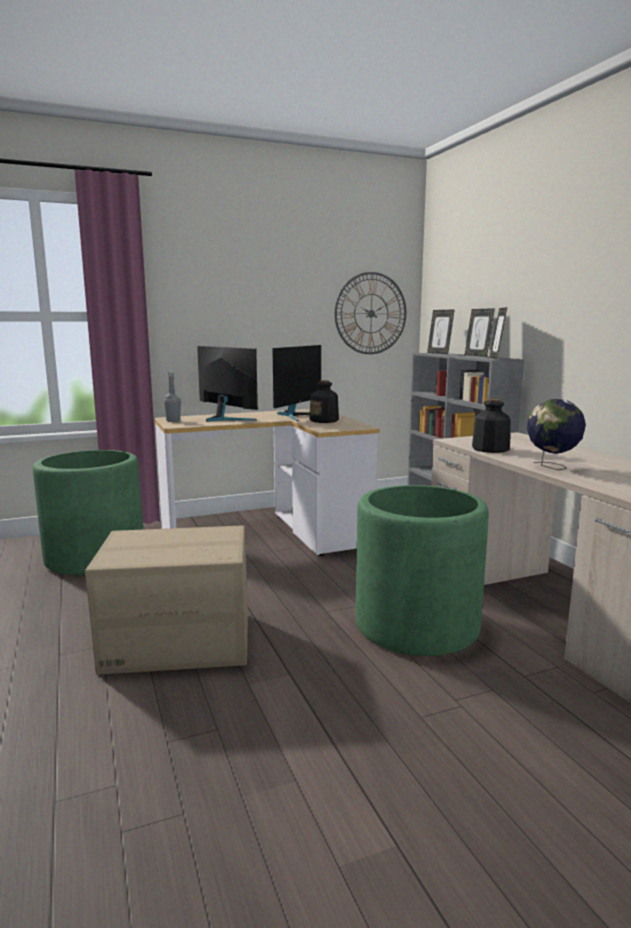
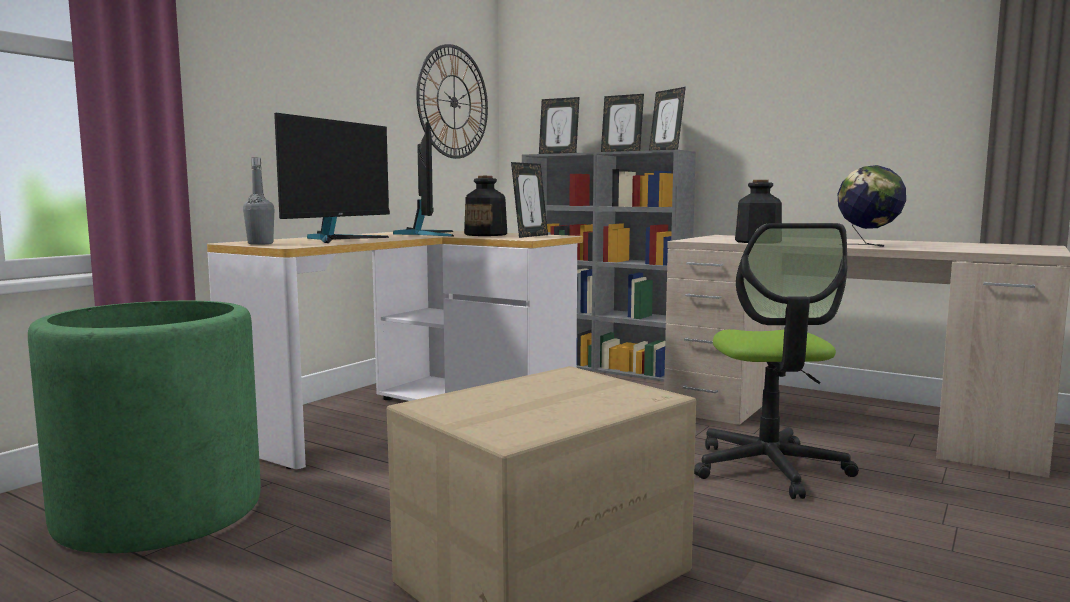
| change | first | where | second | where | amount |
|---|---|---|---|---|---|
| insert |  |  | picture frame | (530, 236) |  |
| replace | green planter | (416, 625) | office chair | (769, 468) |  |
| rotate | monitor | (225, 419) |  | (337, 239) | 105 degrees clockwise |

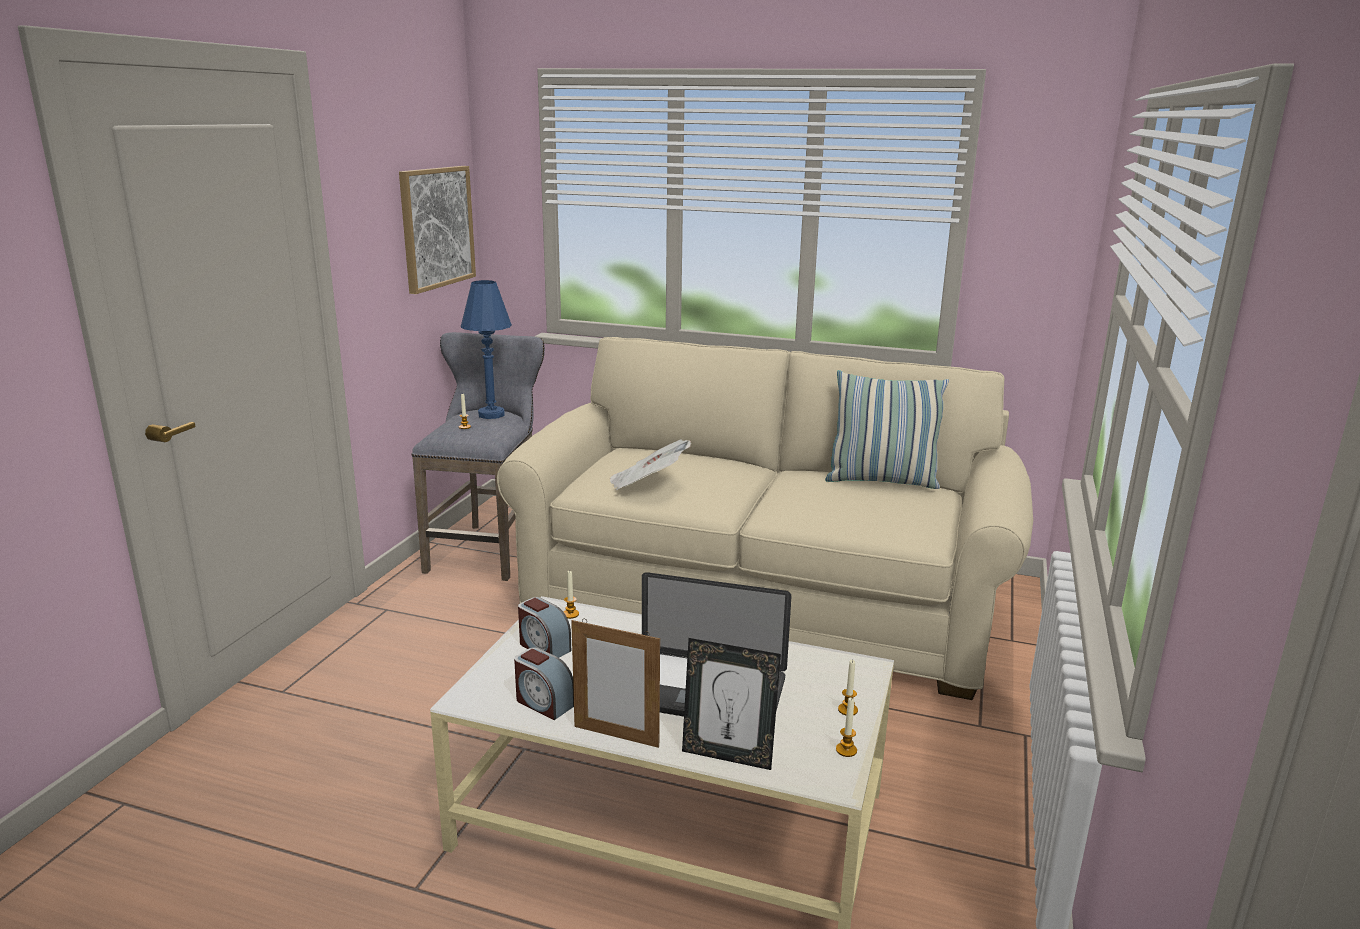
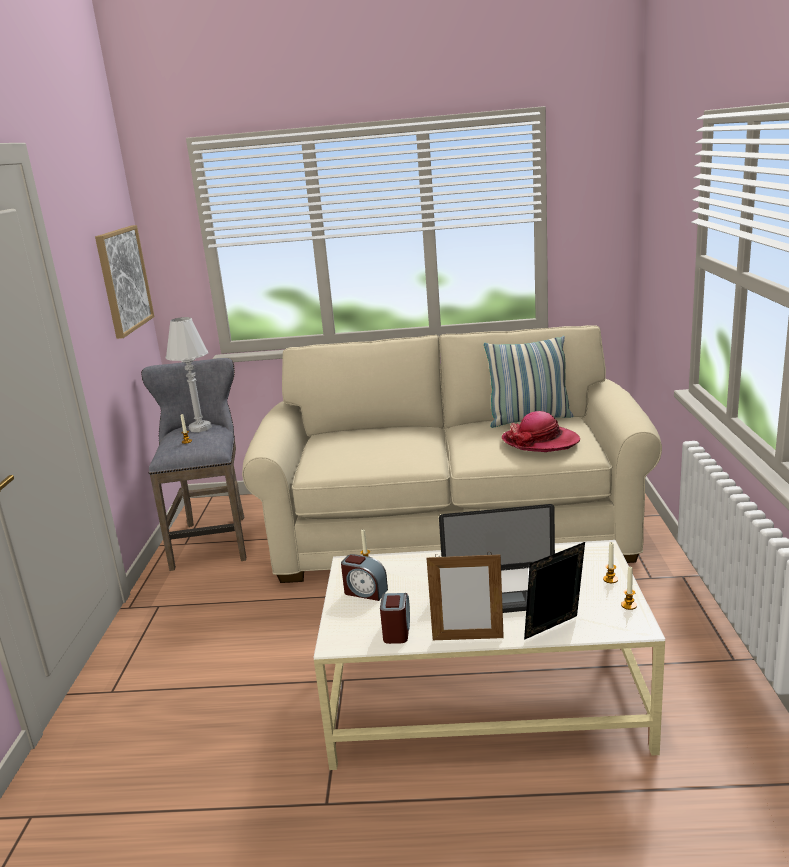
| change | first | where | second | where | amount |
|---|---|---|---|---|---|
| delete | newspaper | (647, 485) |  |  |  |
| insert |  |  | hat | (540, 441) |  |
| recolor | blue table lamp | (491, 415) | white table lamp | (200, 428) |  |
| rotate | alarm clock | (543, 703) |  | (397, 630) | 105 degrees counterclockwise |
| rotate | picture frame | (727, 755) |  | (554, 630) | 150 degrees clockwise |

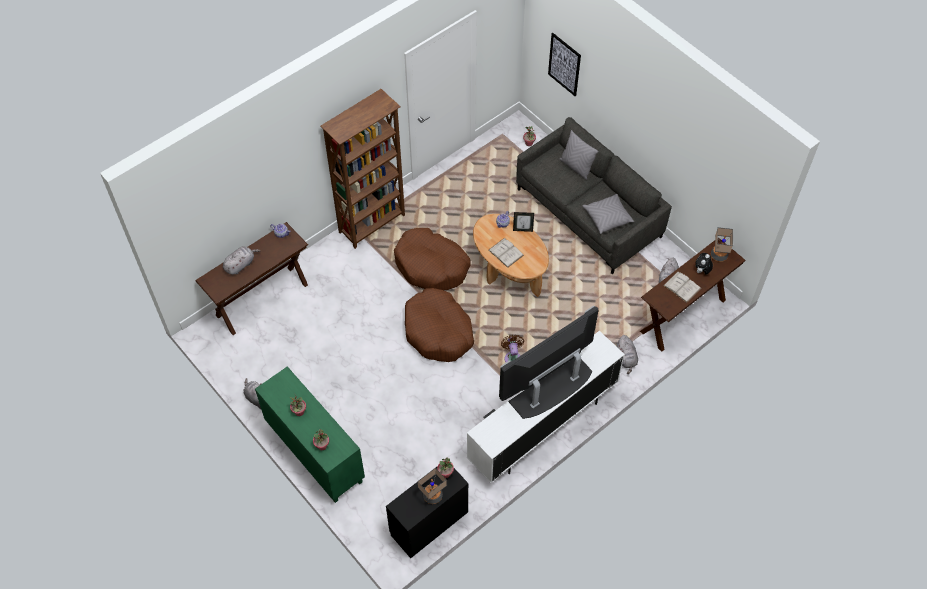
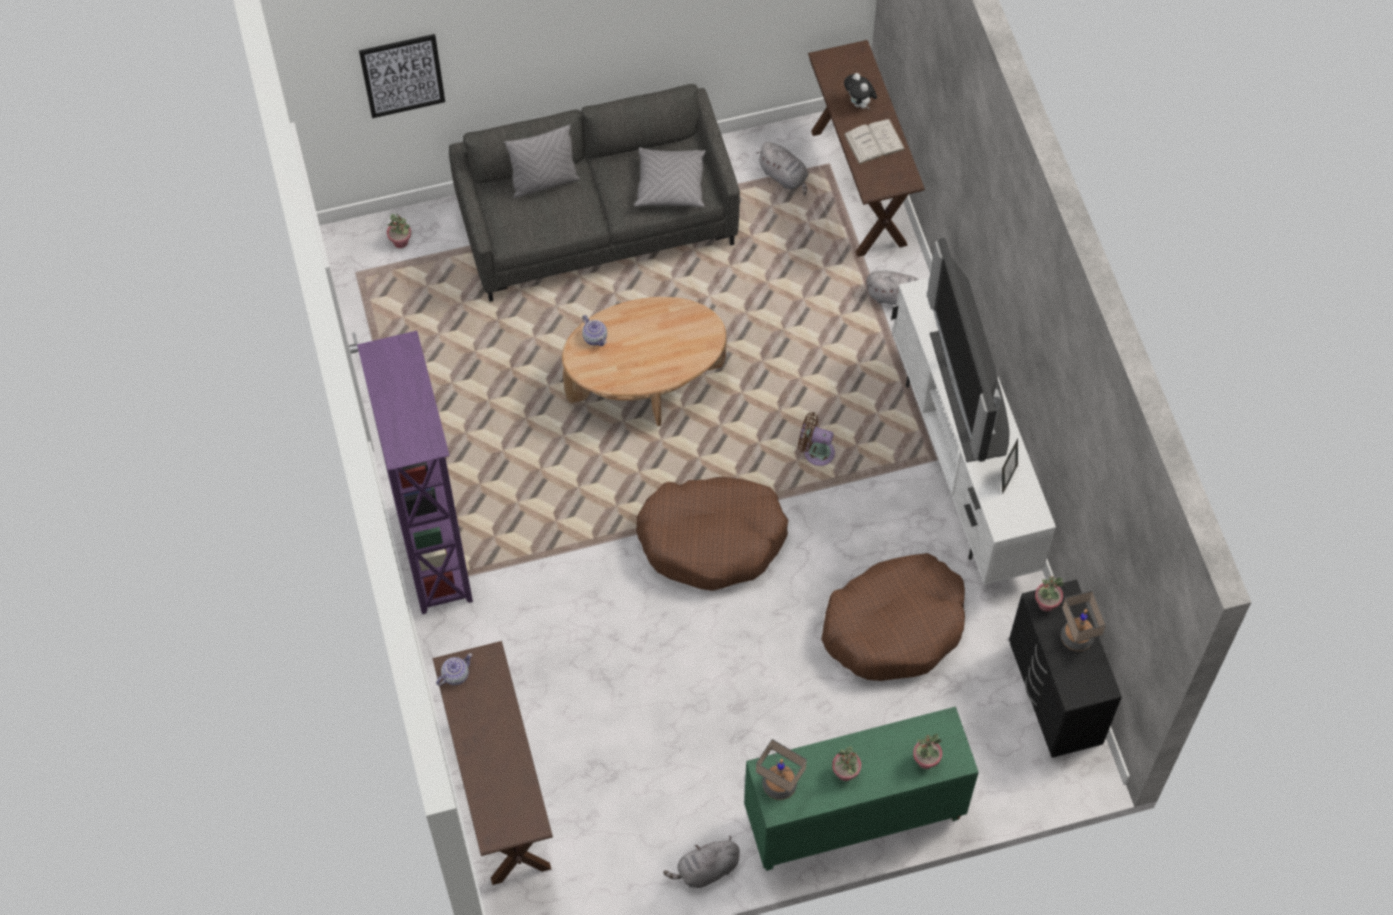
| change | first | where | second | where | amount |
|---|---|---|---|---|---|
| delete | grey plush toy | (240, 264) |  |  |  |
| delete | white book | (505, 252) |  |  |  |
| move | brown dog bed | (431, 266) |  | (894, 625) |  |
| move | picture frame | (523, 229) |  | (1007, 478) |  |
| move | table lamp | (719, 255) |  | (779, 784) |  |
| recolor | brown bookcase | (373, 224) | purple bookcase | (435, 552) |  |

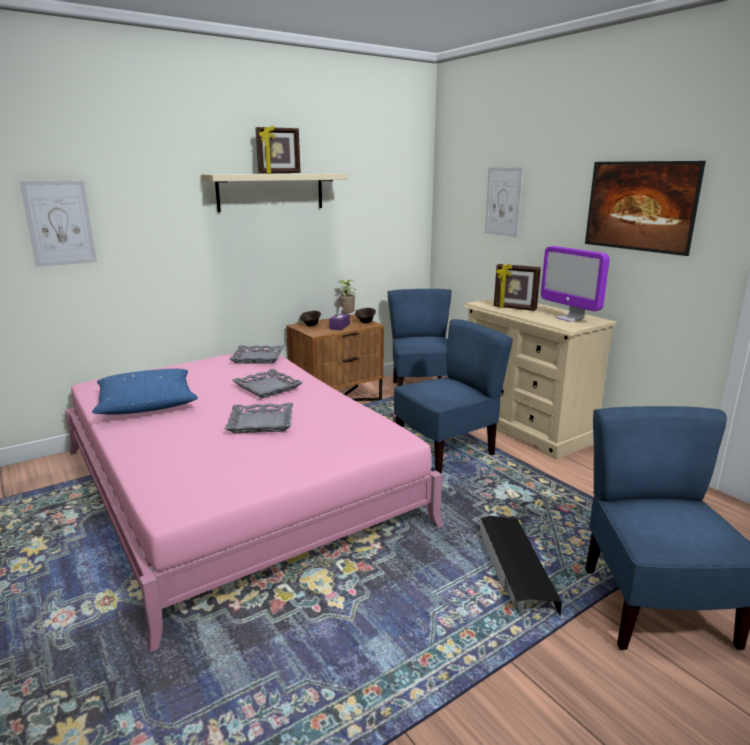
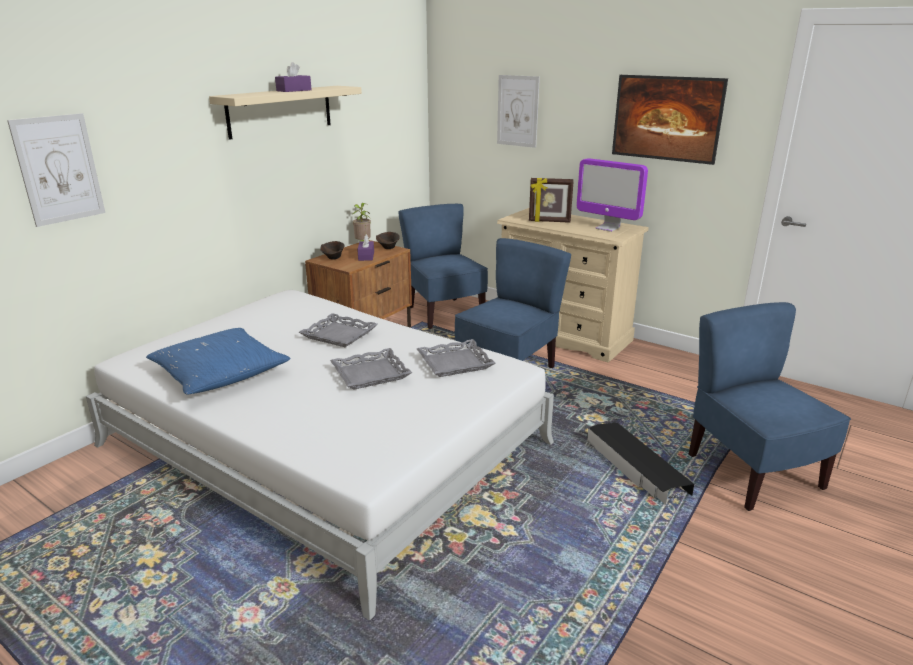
| change | first | where | second | where | amount |
|---|---|---|---|---|---|
| move | grey tray | (257, 358) |  | (455, 363) |  |
| replace | picture frame | (279, 173) | purple tissue box | (294, 90) |  |
| recolor | pink bed | (235, 485) | white bed | (325, 444) |  |

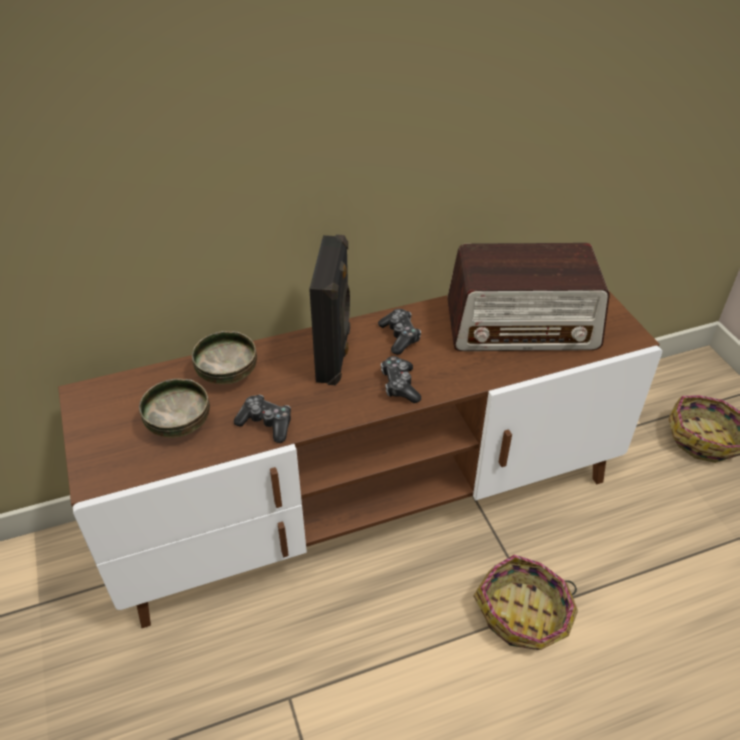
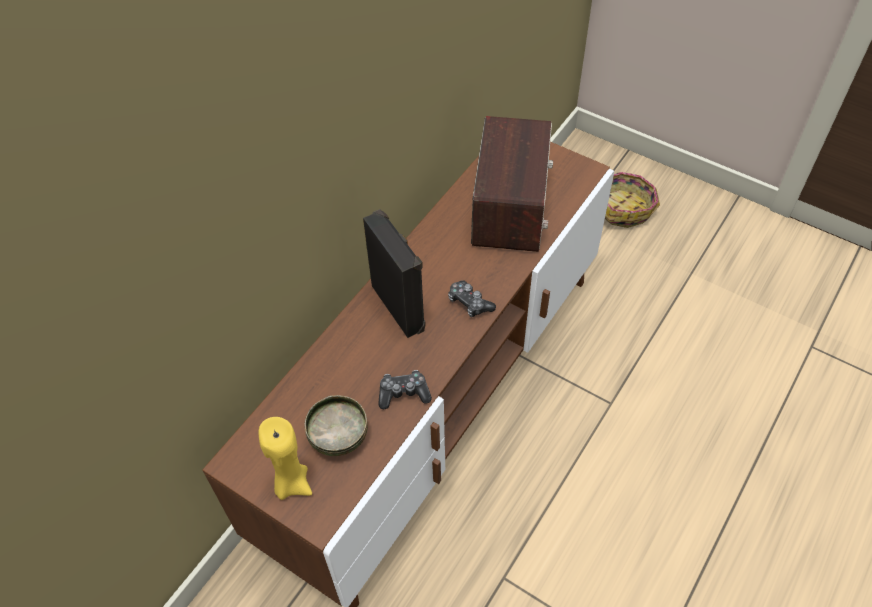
| change | first | where | second | where | amount |
|---|---|---|---|---|---|
| delete | bowl | (228, 373) |  |  |  |
| delete | game controller | (400, 336) |  |  |  |
| delete | basket | (524, 613) |  |  |  |
| insert |  |  | yellow candle | (291, 483) |  |
| rotate | radio | (522, 326) |  | (510, 203) | 45 degrees counterclockwise |

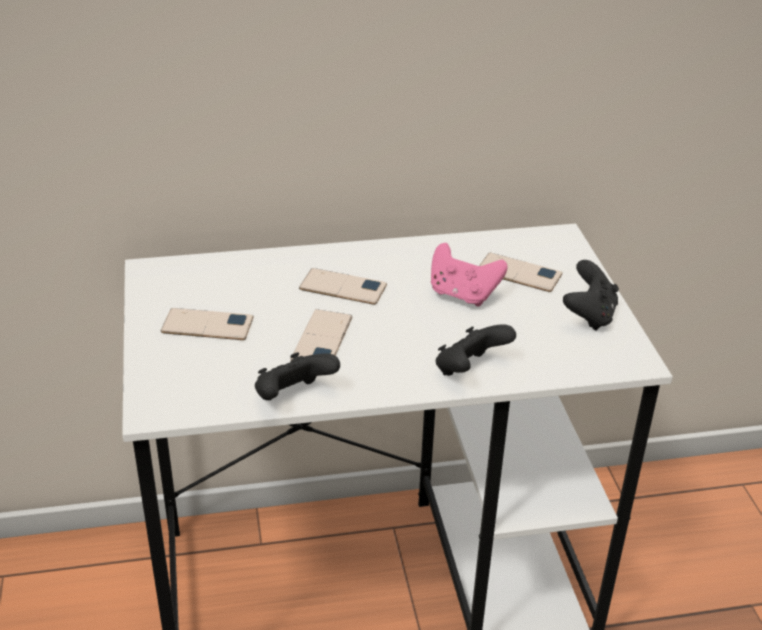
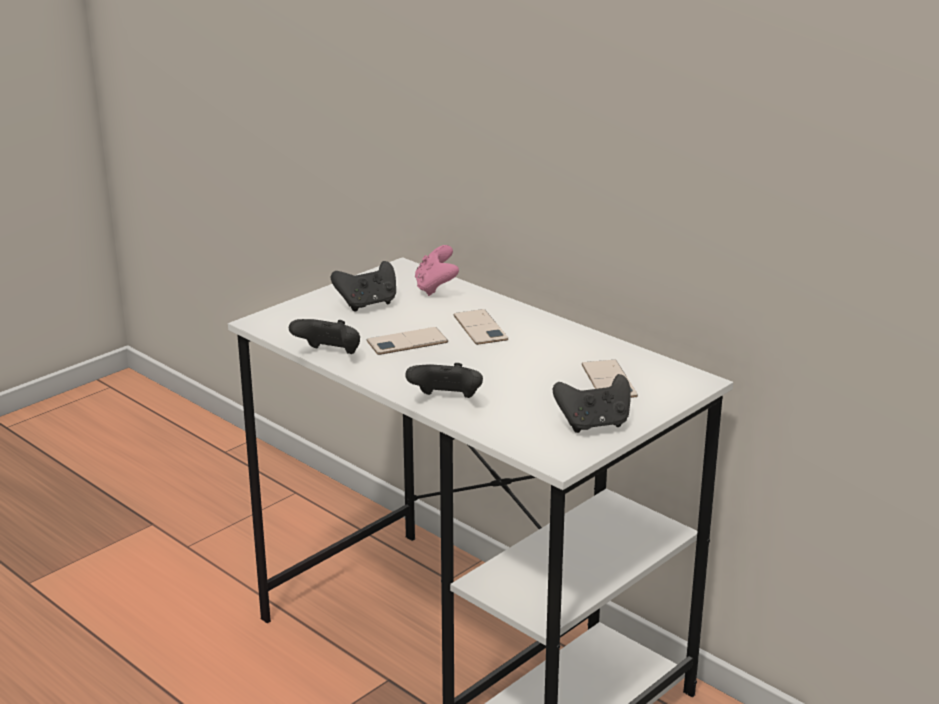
| change | first | where | second | where | amount |
|---|---|---|---|---|---|
| move | pink game controller | (463, 295) |  | (436, 288) |  |
| replace | phone | (207, 325) | black game controller | (367, 304) |  |

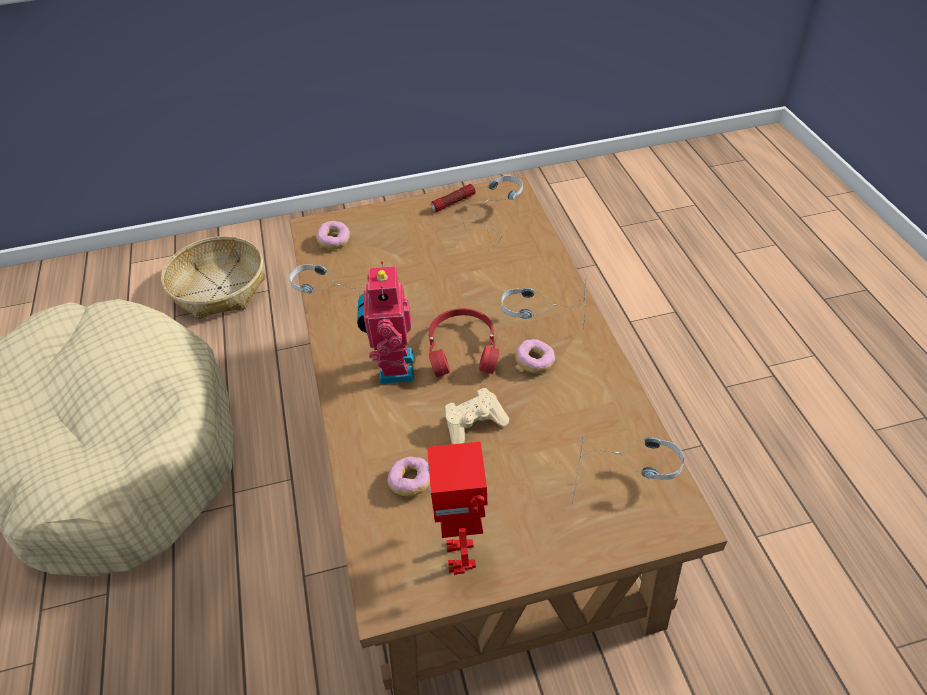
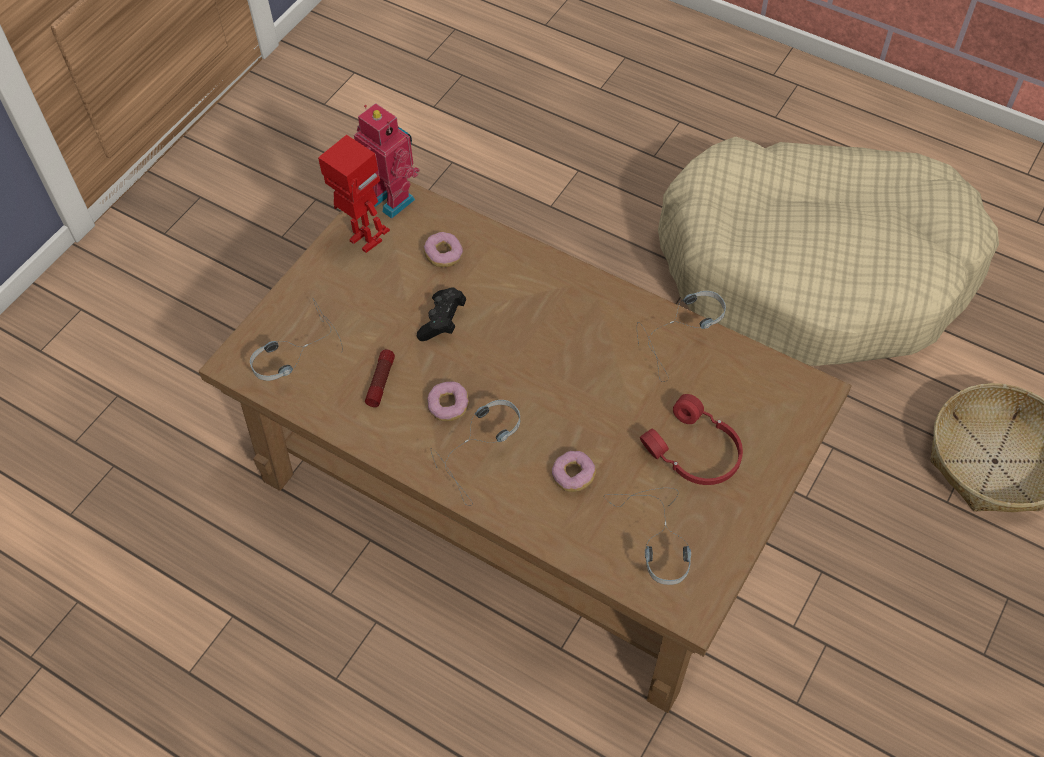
| change | first | where | second | where | amount |
|---|---|---|---|---|---|
| move | donut | (334, 241) |  | (573, 476) |  |
| move | toy robot | (393, 368) |  | (393, 198) |  |
| move | red headphones | (463, 349) |  | (694, 452) |  |
| move | flashlight | (453, 203) |  | (381, 382) |  |
| recolor | beige game controller | (474, 425) | black game controller | (442, 322) |  |

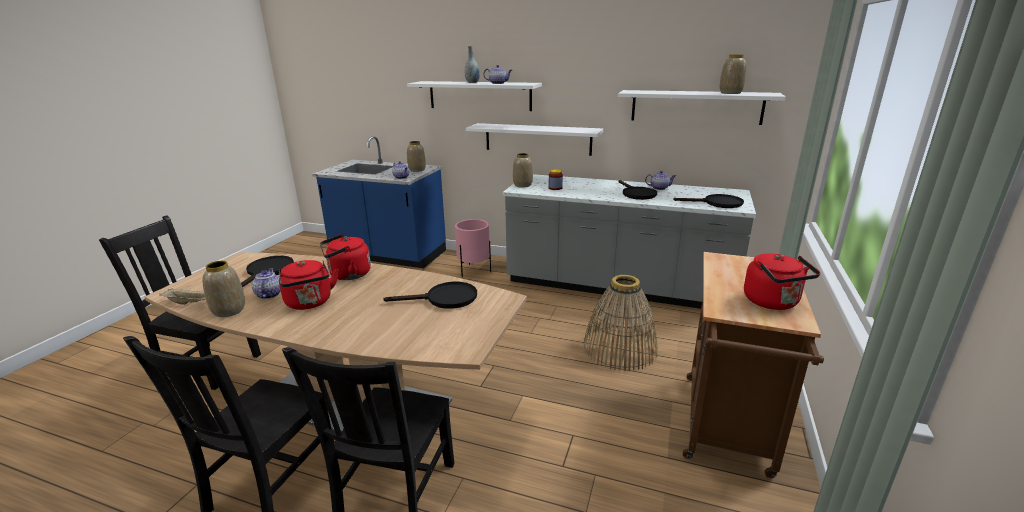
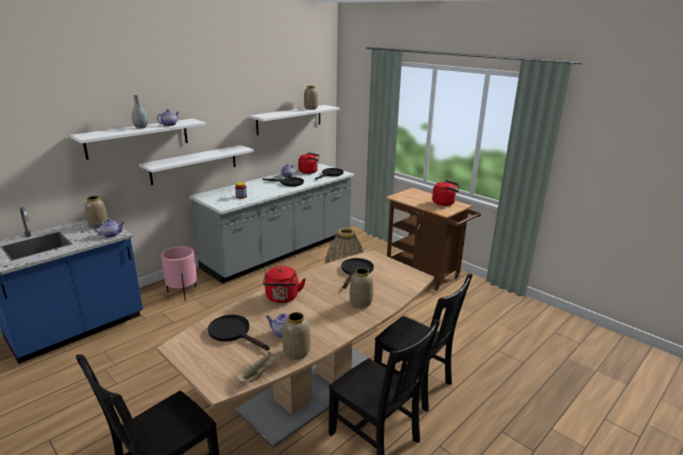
| change | first | where | second | where | amount |
|---|---|---|---|---|---|
| move | red kettle | (310, 303) |  | (309, 172) |  |
| move | vase | (523, 185) |  | (360, 303) |  |

